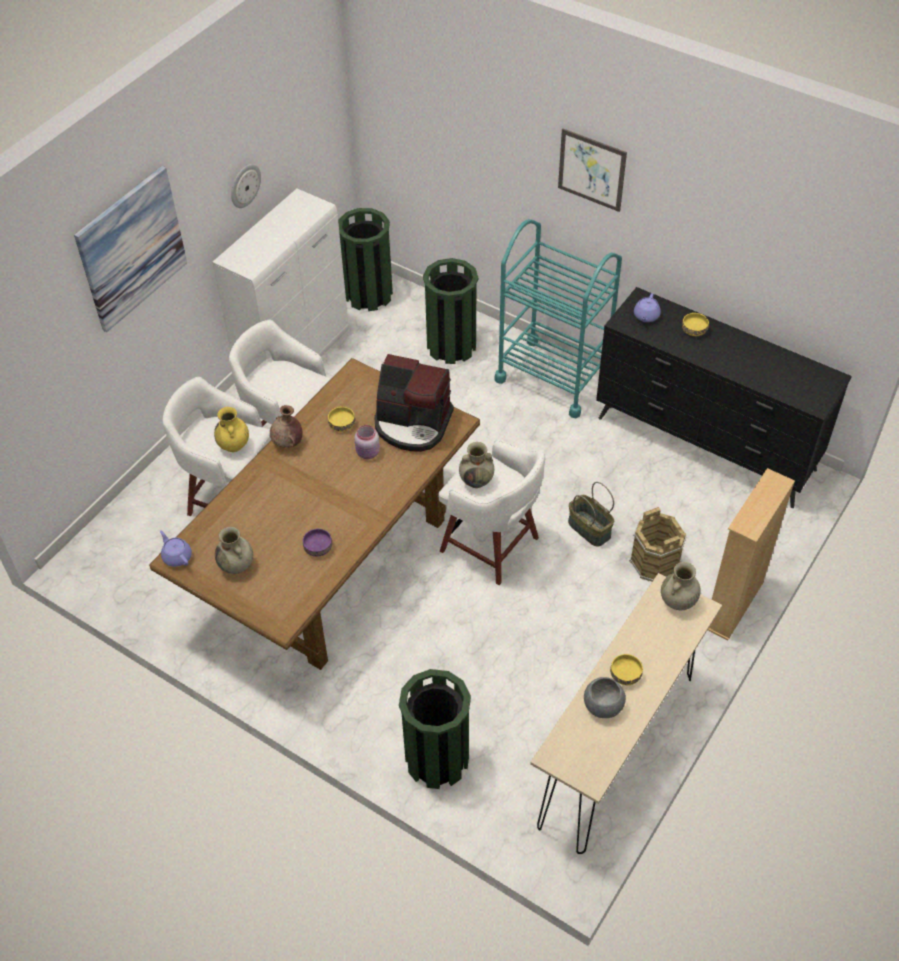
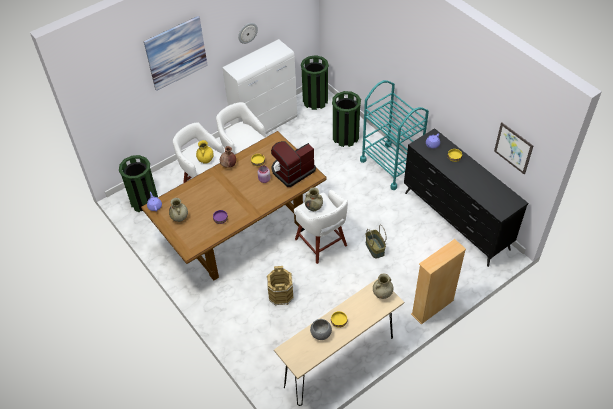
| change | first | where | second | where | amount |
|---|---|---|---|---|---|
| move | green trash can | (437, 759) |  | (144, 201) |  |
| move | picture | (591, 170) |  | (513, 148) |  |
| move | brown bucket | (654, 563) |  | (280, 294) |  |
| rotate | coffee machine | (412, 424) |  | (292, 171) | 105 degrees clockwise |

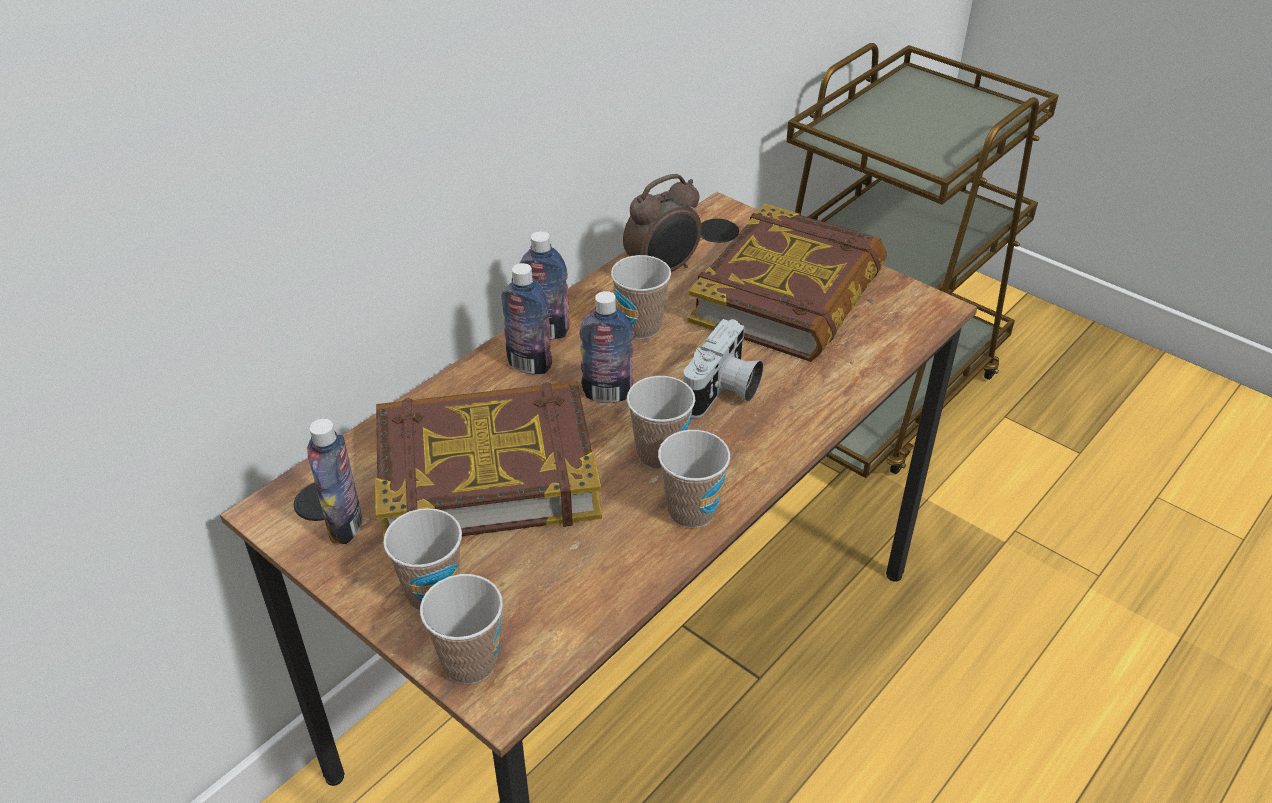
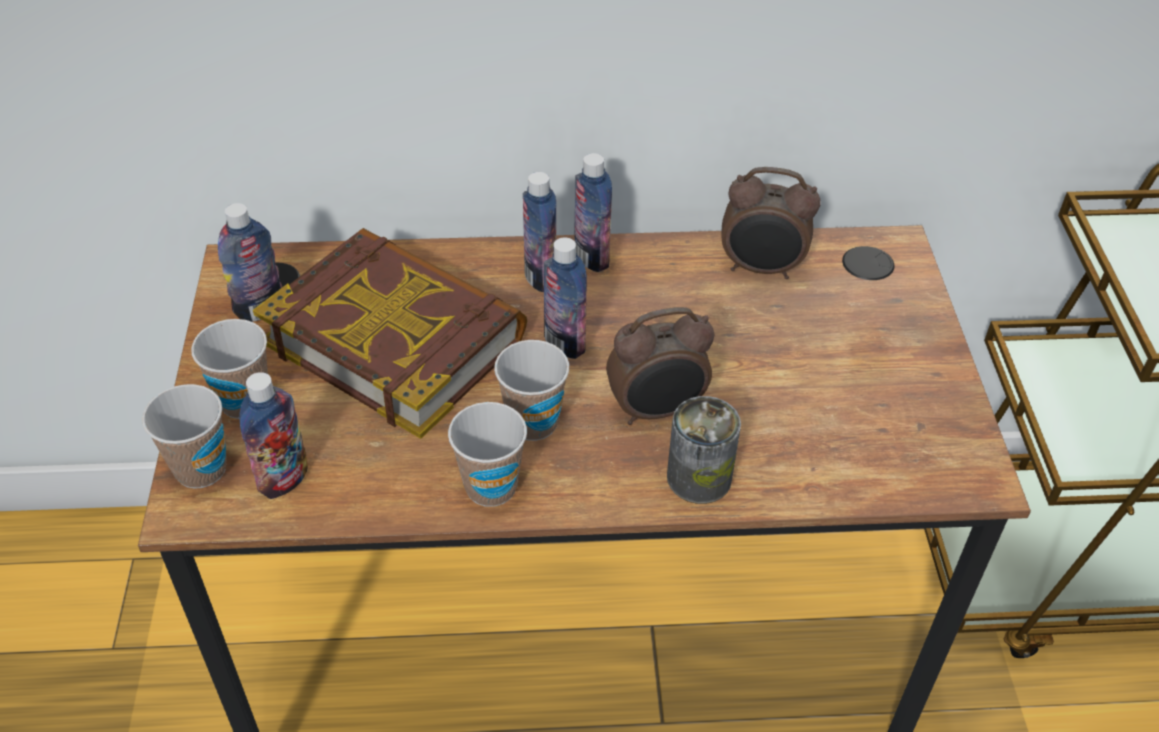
| change | first | where | second | where | amount |
|---|---|---|---|---|---|
| delete | cup | (640, 327) |  |  |  |
| delete | book | (789, 296) |  |  |  |
| insert |  |  | bottle | (284, 479) |  |
| insert |  |  | can | (699, 477) |  |
| replace | photo camera | (723, 393) | alarm clock | (657, 411) |  |

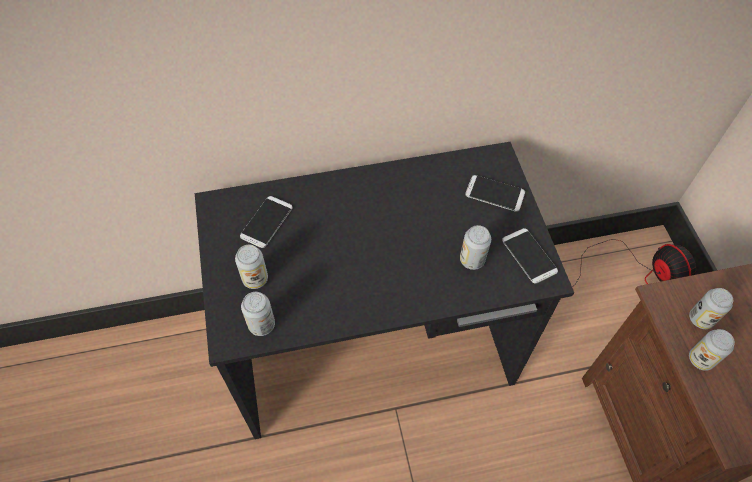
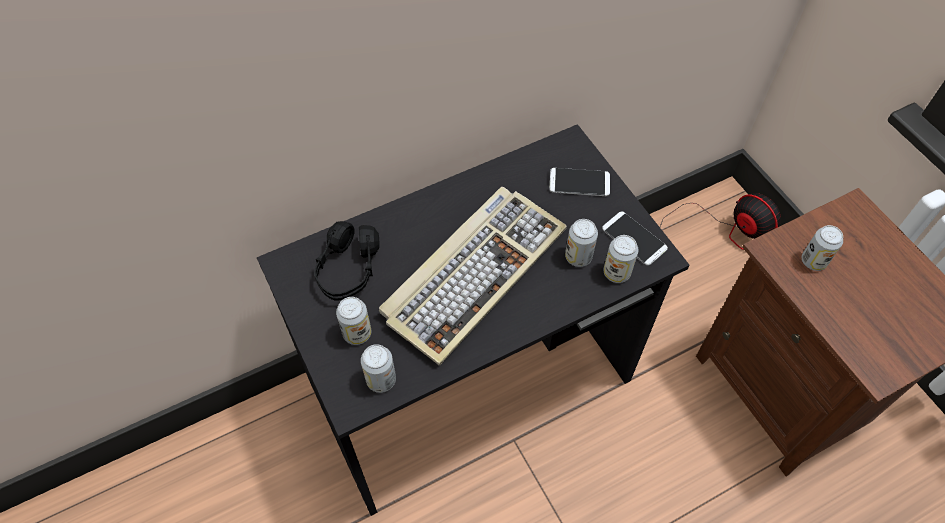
| change | first | where | second | where | amount |
|---|---|---|---|---|---|
| insert |  |  | keyboard | (474, 272) |  |
| move | can | (700, 359) |  | (616, 273) |  |
| replace | phone | (266, 222) | black headphones | (348, 269) |  |

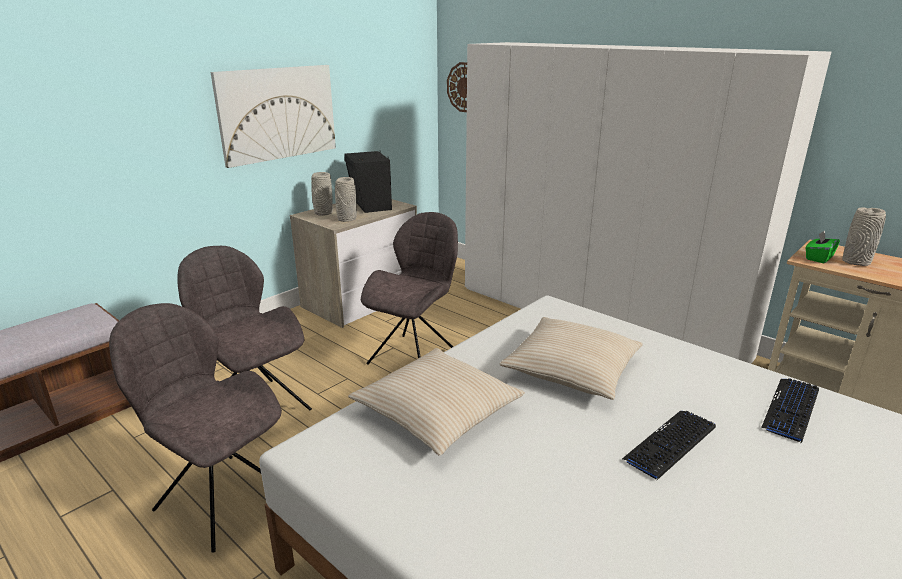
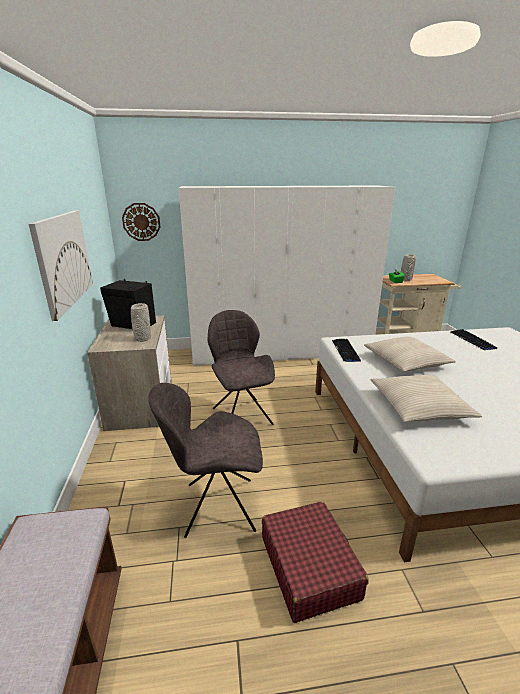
| change | first | where | second | where | amount |
|---|---|---|---|---|---|
| delete | grey vase | (323, 213) |  |  |  |
| move | keyboard | (670, 444) |  | (345, 351) |  |
| replace | grey chair | (220, 498) | red suitcase | (309, 566) |  |

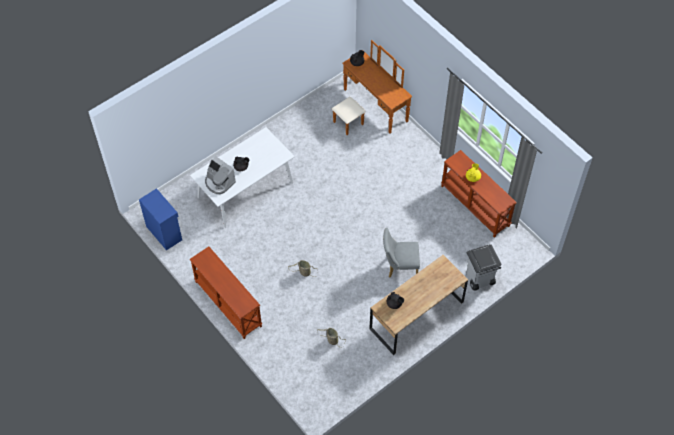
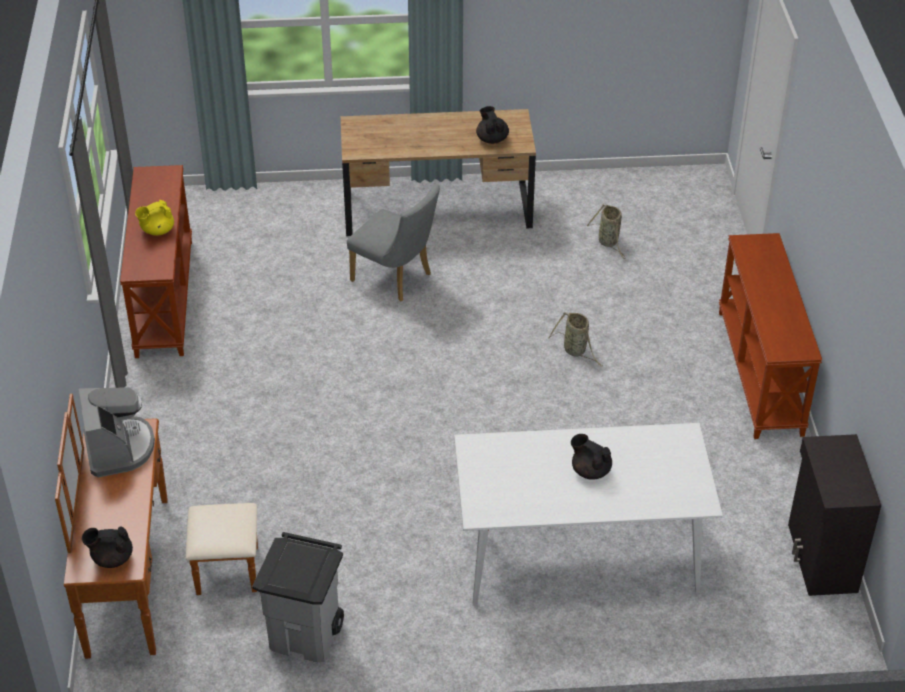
| change | first | where | second | where | amount |
|---|---|---|---|---|---|
| move | coffee machine | (219, 182) |  | (119, 448) |  |
| move | grey trash can | (479, 280) |  | (307, 635) |  |
| recolor | blue cabinet | (164, 232) | black cabinet | (821, 558) |  |

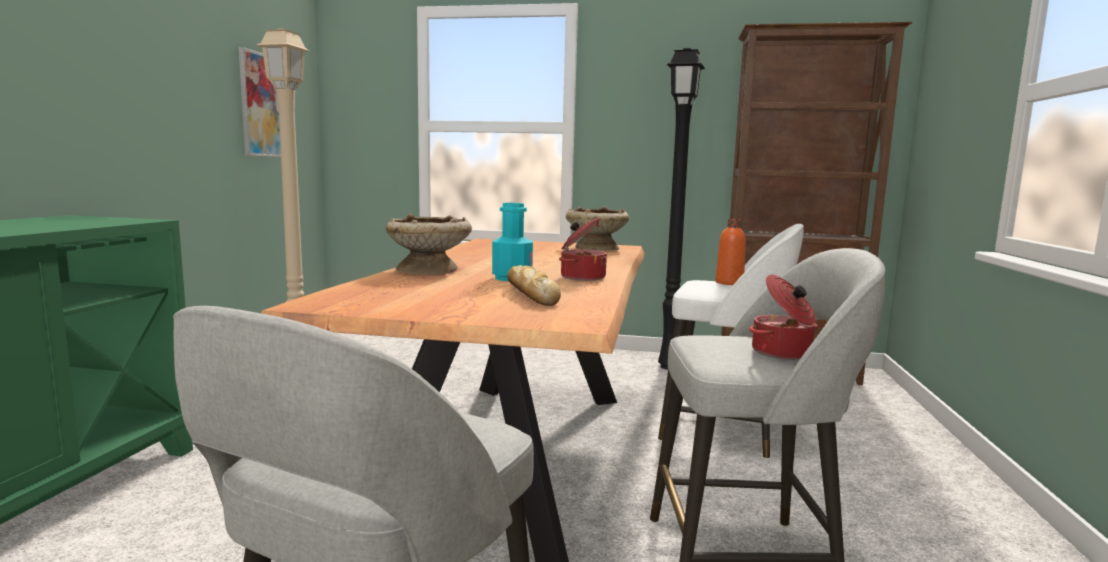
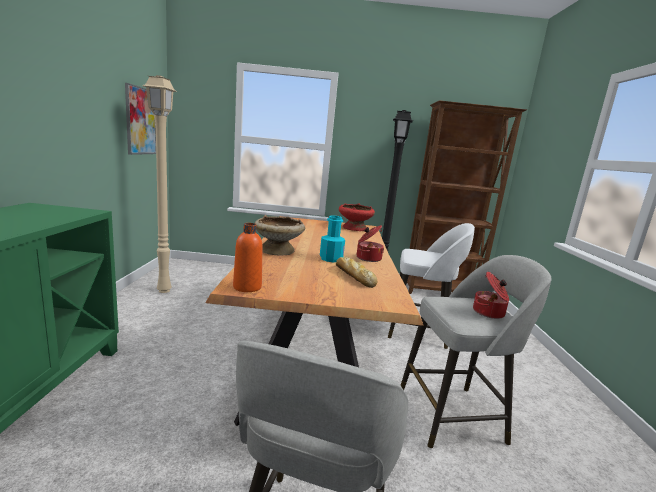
| change | first | where | second | where | amount |
|---|---|---|---|---|---|
| move | orange bottle | (729, 283) |  | (247, 287) |  |
| recolor | beige bowl | (596, 248) | red bowl | (354, 228) |  |

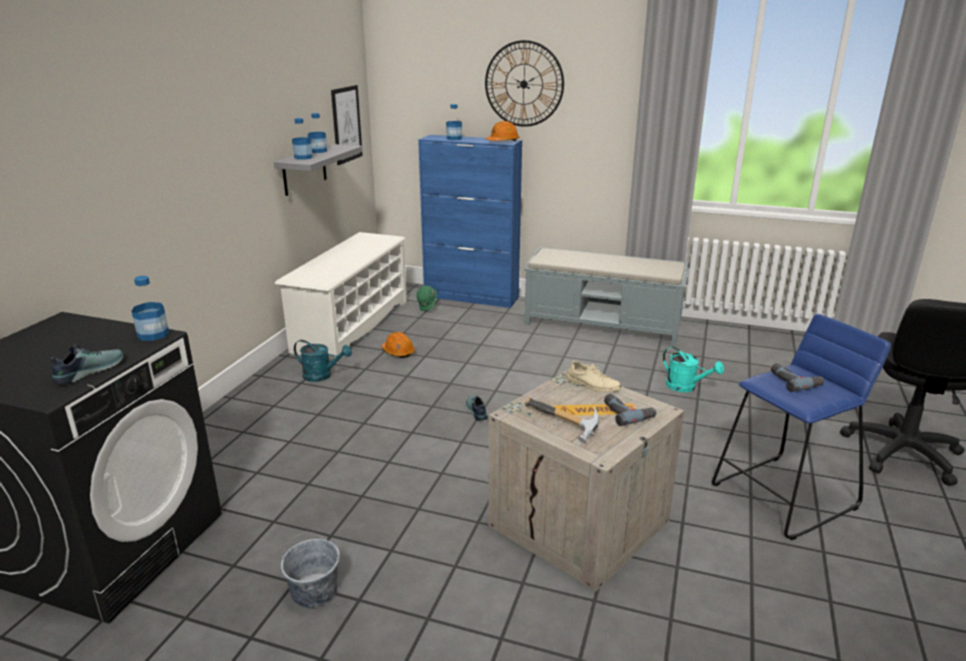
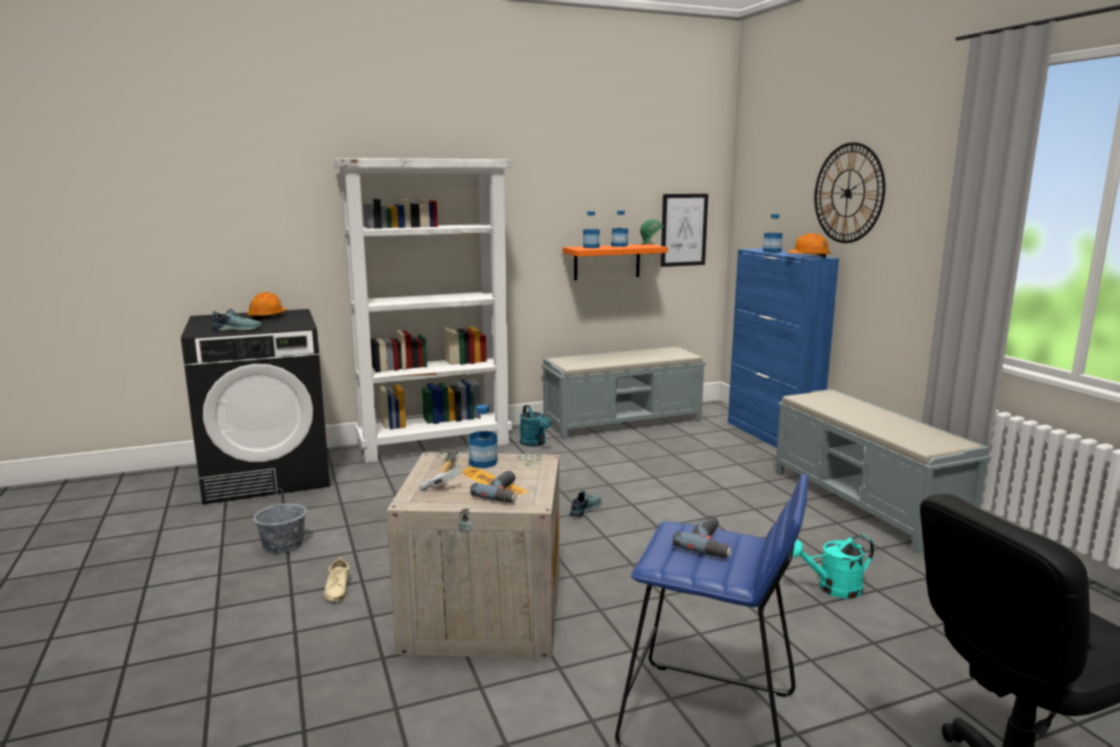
| change | first | where | second | where | amount |
|---|---|---|---|---|---|
| insert |  |  | white bookcase | (435, 445) |  |
| move | bottle | (153, 334) |  | (483, 462) |  |
| move | orange hard hat | (398, 352) |  | (267, 316) |  |
| move | green hard hat | (427, 308) |  | (651, 245) |  |
| move | beige shoe | (592, 385) |  | (337, 588) |  |
| replace | white shoe rack | (351, 325) | grey bench | (623, 422) |  |
| recolor | grey shelf | (304, 169) | orange shelf | (607, 262) |  |
| rotate | turquoise watering can | (686, 387) |  | (832, 589) | 75 degrees clockwise |

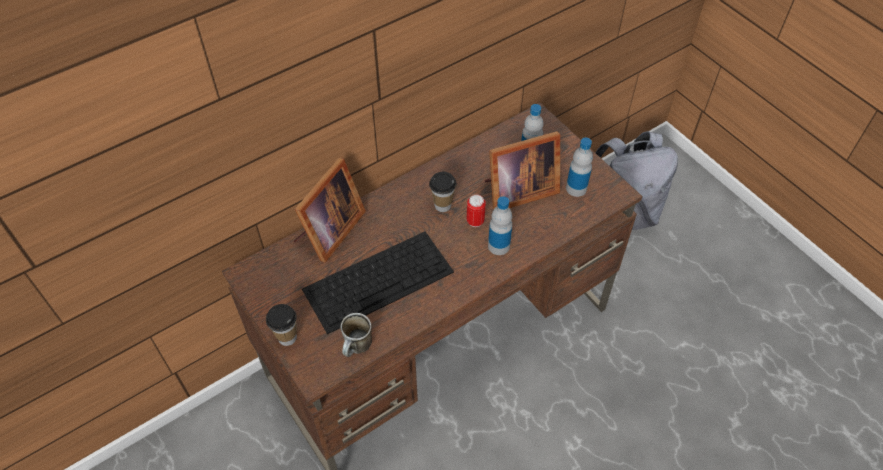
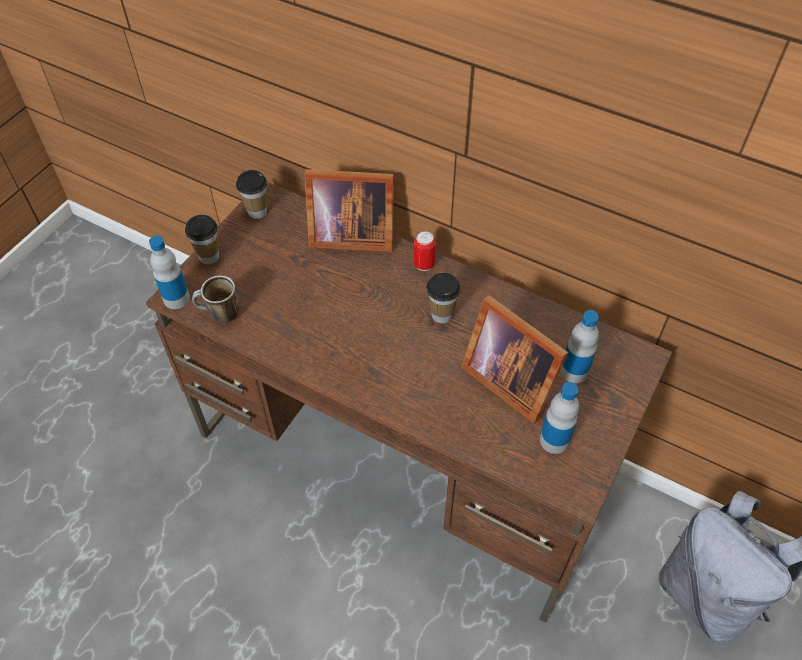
| change | first | where | second | where | amount |
|---|---|---|---|---|---|
| delete | keyboard | (379, 279) |  |  |  |
| insert |  |  | cup | (257, 212) |  |
| move | can | (475, 221) |  | (424, 264) |  |
| move | bottle | (498, 246) |  | (176, 299) |  |

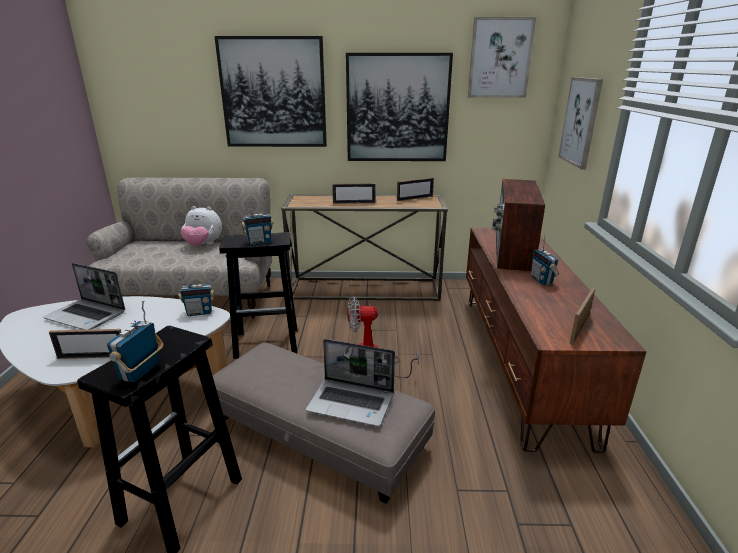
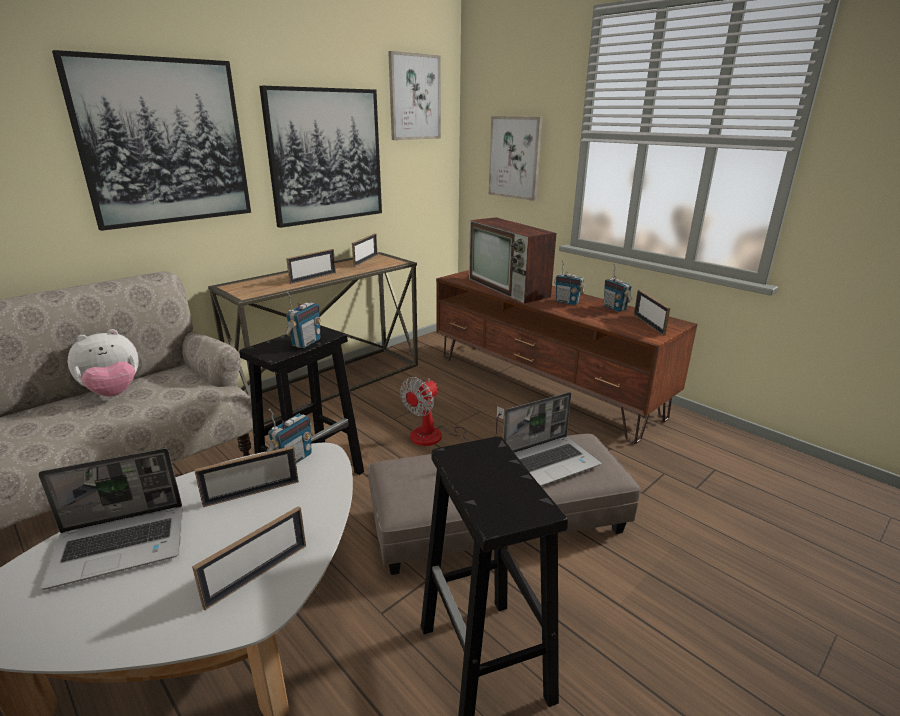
| change | first | where | second | where | amount |
|---|---|---|---|---|---|
| insert |  |  | picture frame | (252, 493) |  |
| move | radio | (141, 372) |  | (614, 308) |  |

